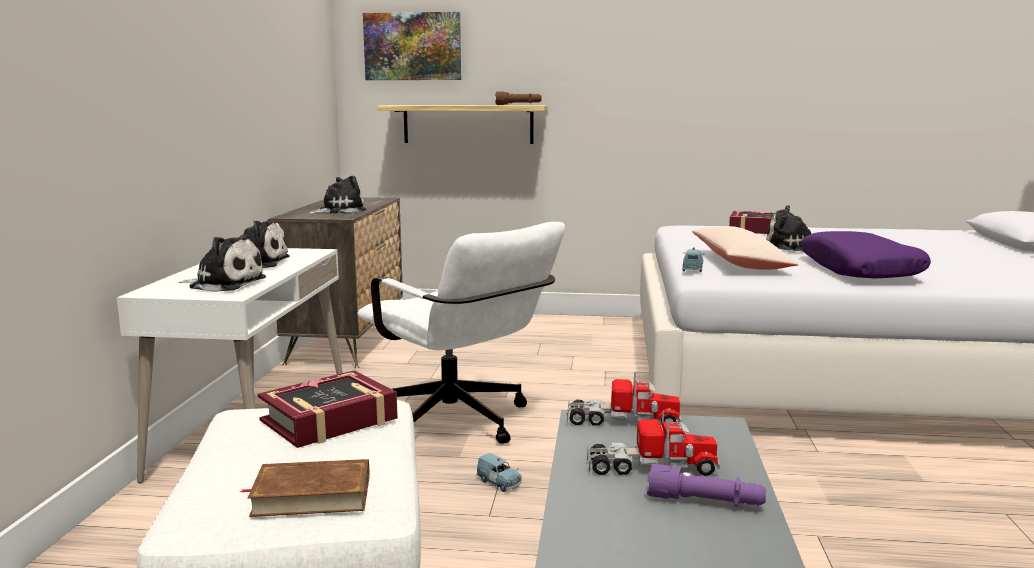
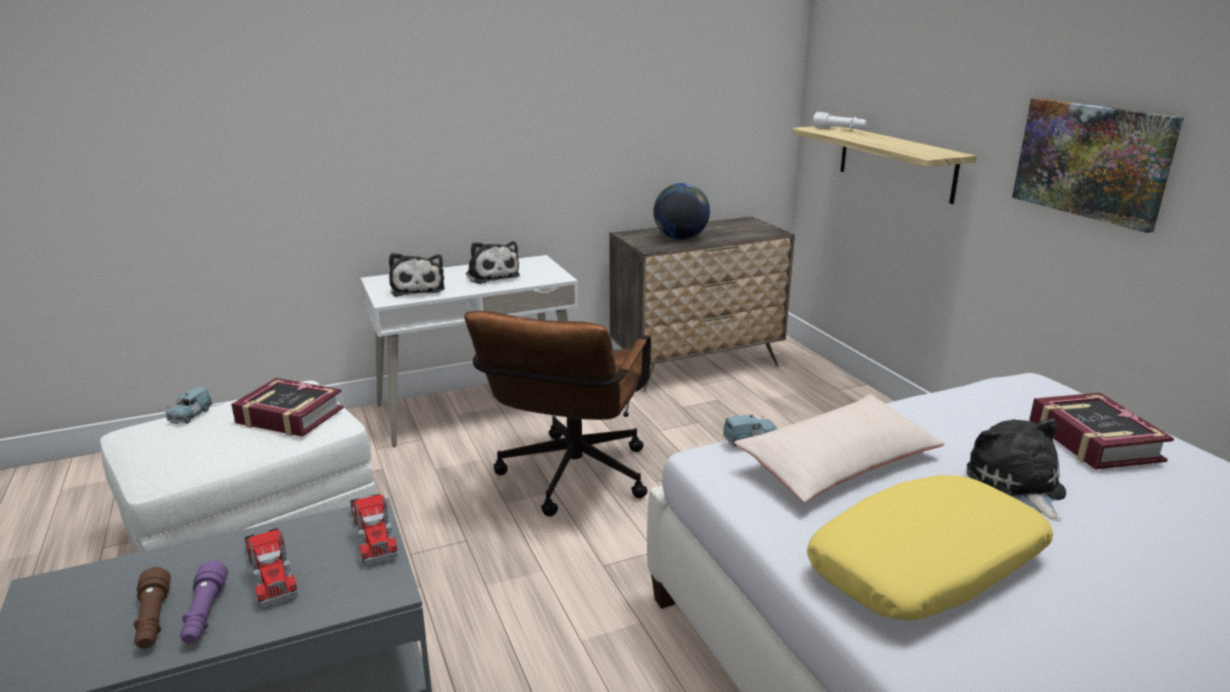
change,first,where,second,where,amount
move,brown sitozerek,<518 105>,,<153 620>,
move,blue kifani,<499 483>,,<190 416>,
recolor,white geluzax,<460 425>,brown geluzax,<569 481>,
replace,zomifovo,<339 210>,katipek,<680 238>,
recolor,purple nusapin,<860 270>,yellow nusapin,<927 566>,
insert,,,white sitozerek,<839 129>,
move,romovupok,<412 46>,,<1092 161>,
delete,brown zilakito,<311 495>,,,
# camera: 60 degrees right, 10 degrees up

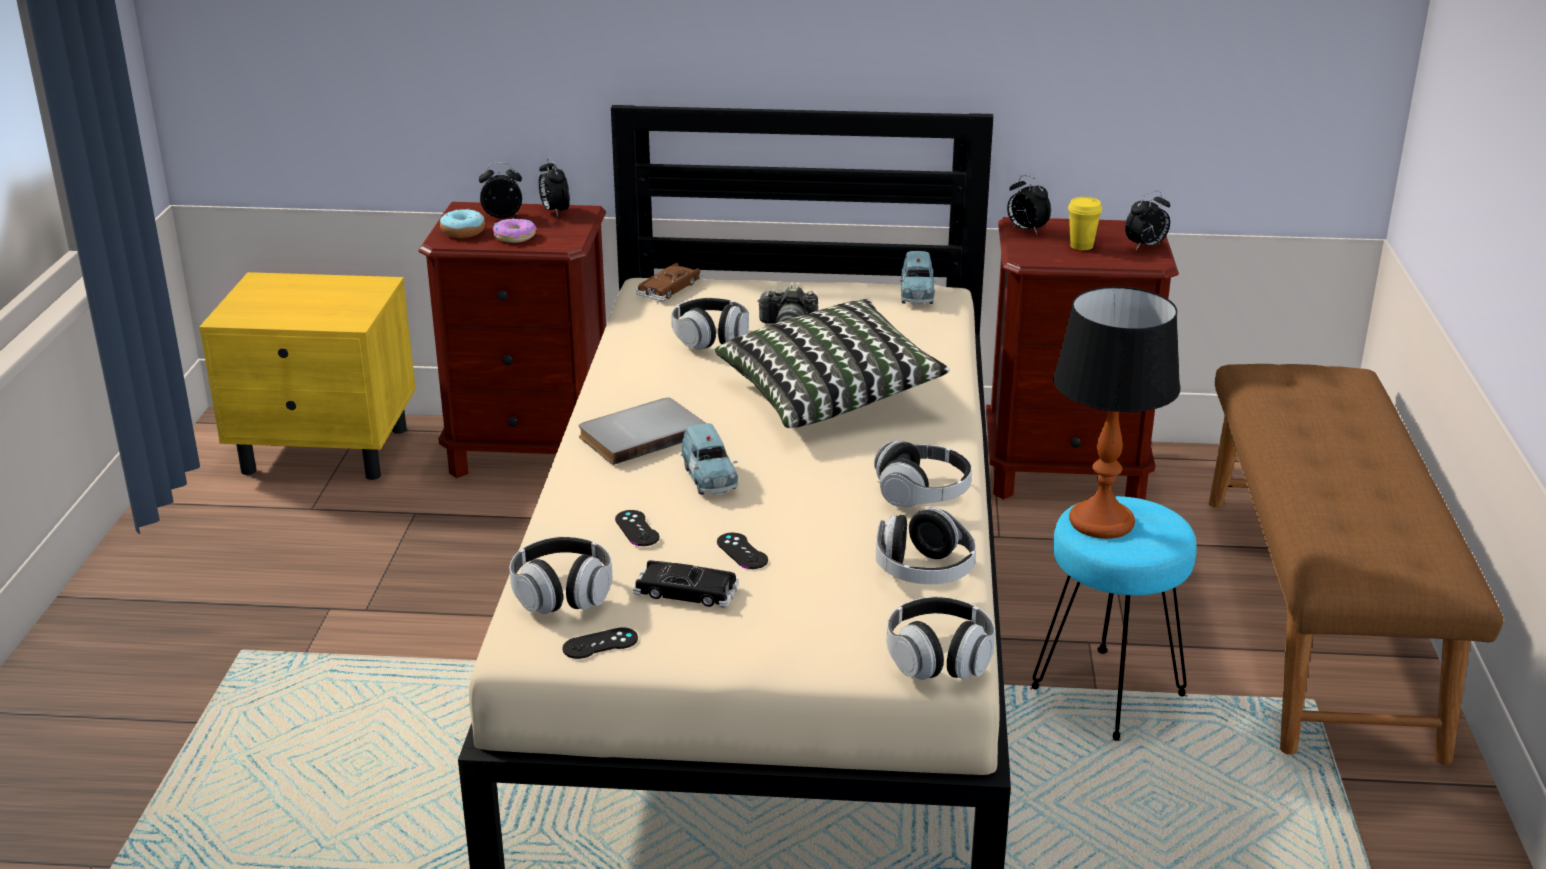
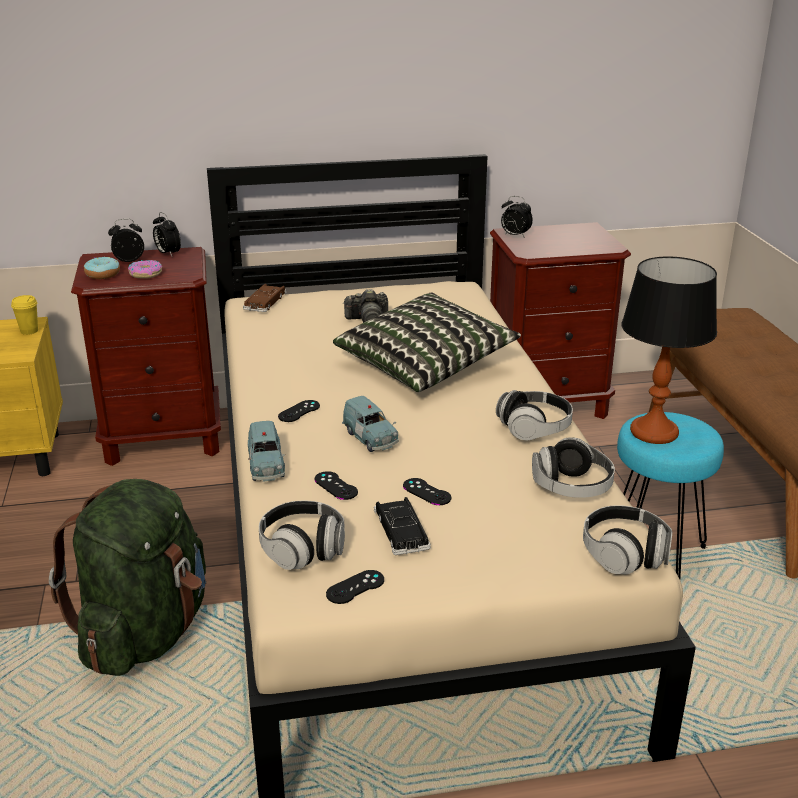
change,first,where,second,where,amount
move,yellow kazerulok,<1081 246>,,<29 331>,
insert,,,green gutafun,<145 633>,
move,blue kifani,<916 294>,,<266 466>,
replace,grey zilakito,<640 434>,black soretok,<299 411>,
rotate,black kifani,<686 592>,,<401 531>,75 degrees clockwise
delete,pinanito,<710 338>,,,
delete,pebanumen,<1145 247>,,,
# camera: 15 degrees left, 0 degrees up

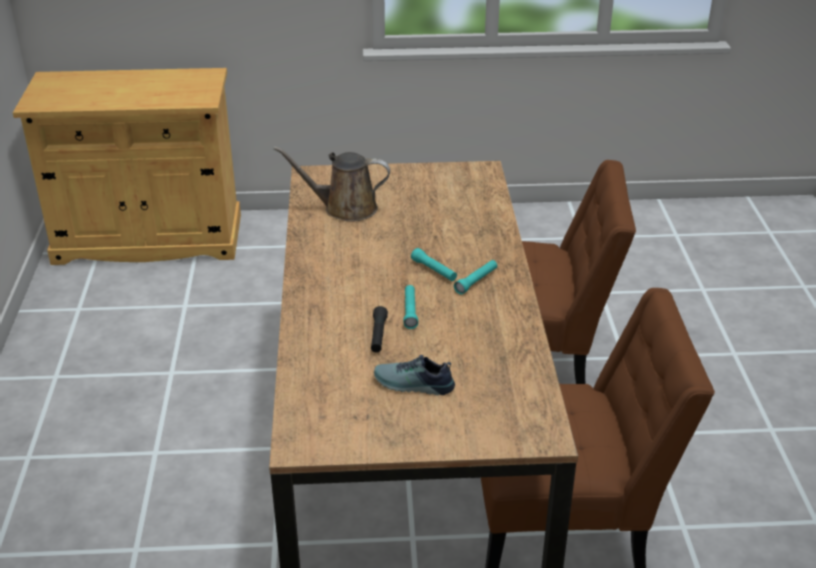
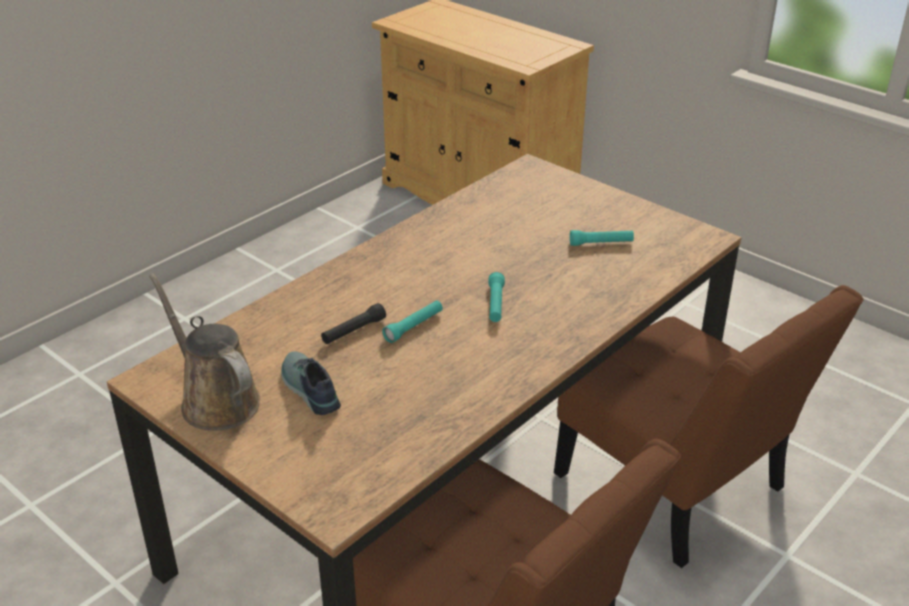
change,first,where,second,where,amount
move,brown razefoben,<345 208>,,<215 400>,
move,turquoise sitozerek,<476 281>,,<601 243>,
# camera: 45 degrees right, 0 degrees up

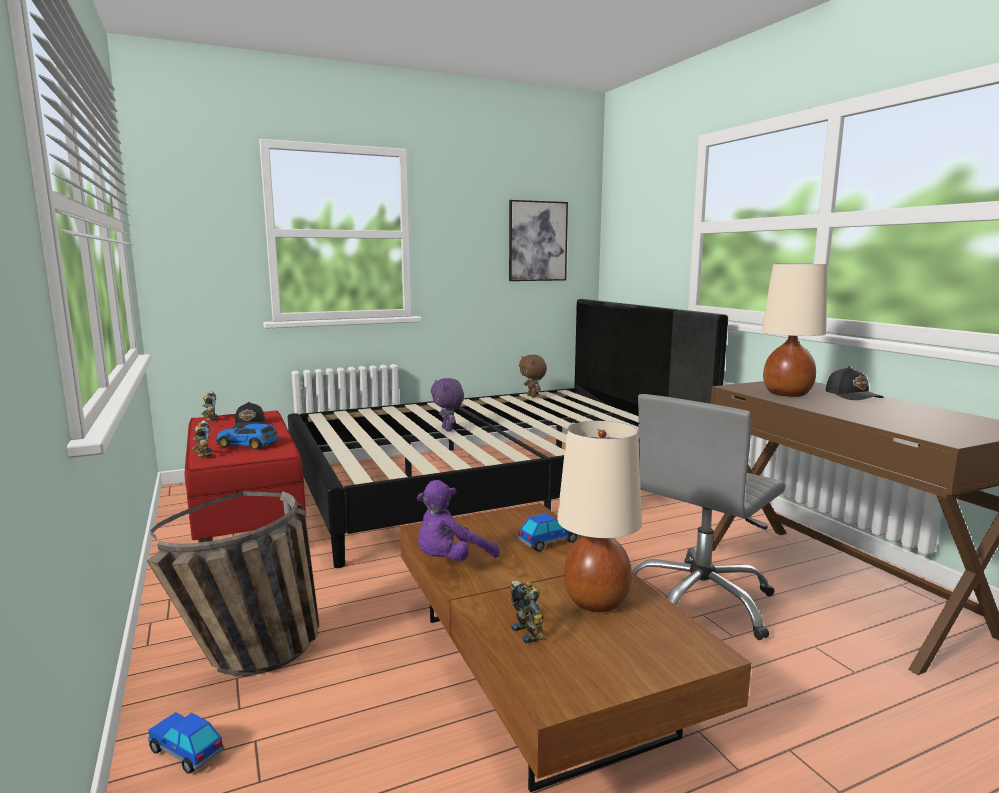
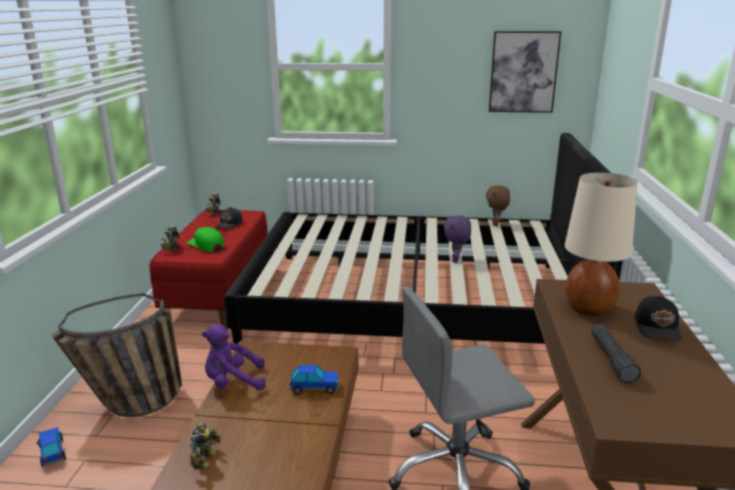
change,first,where,second,where,amount
replace,kifani,<248 444>,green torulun,<206 245>,
move,purple zomifovo,<448 429>,,<456 260>,
insert,,,black sitozerek,<611 360>,
delete,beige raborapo,<596 601>,,,
# camera: 30 degrees right, 10 degrees up

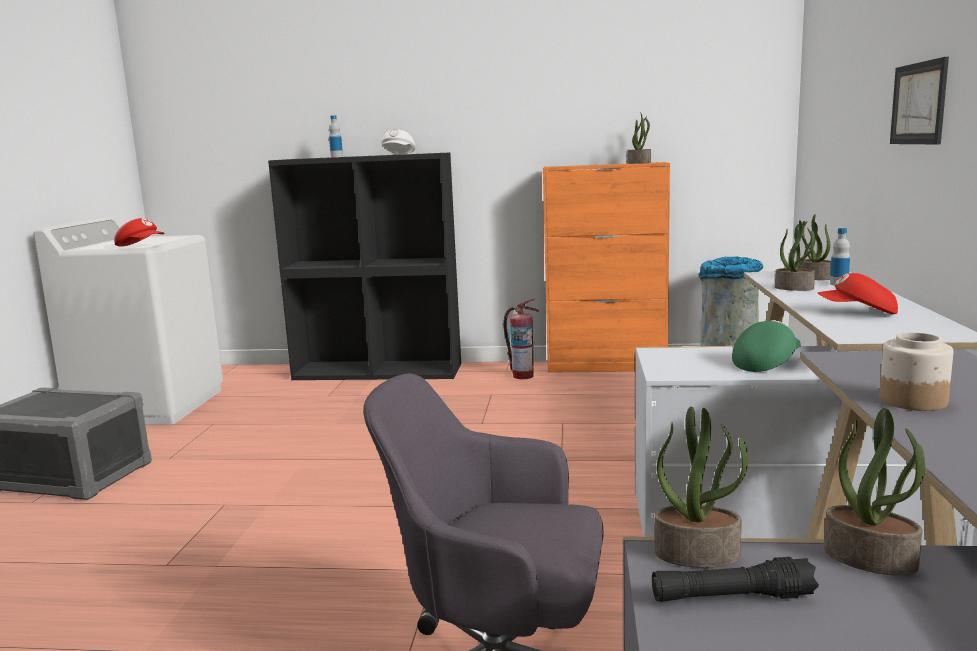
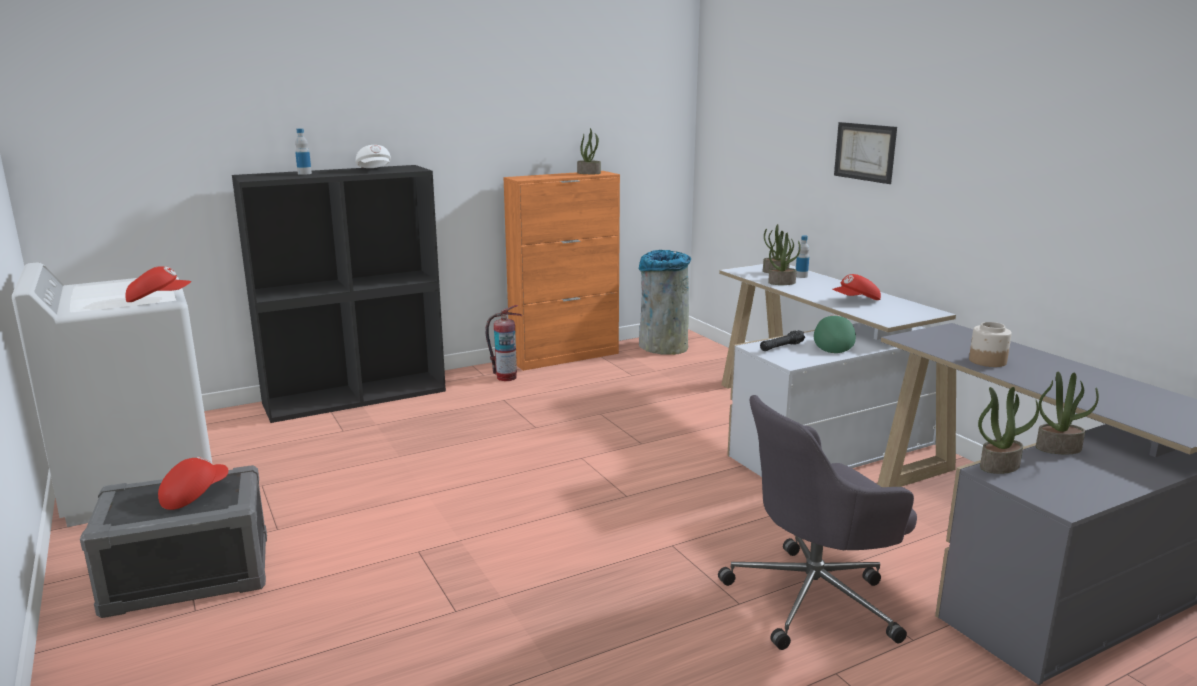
change,first,where,second,where,amount
insert,,,red torulun,<194 495>,
move,black sitozerek,<731 597>,,<781 347>,
# camera: 35 degrees left, 5 degrees up

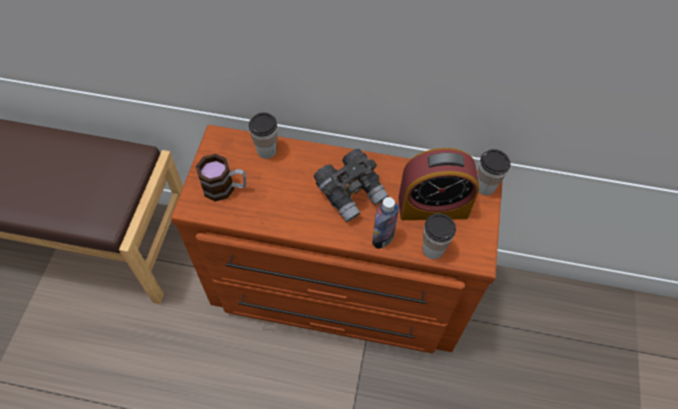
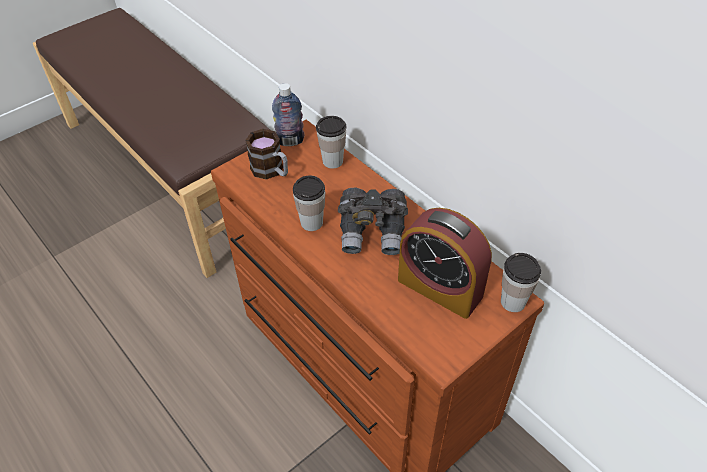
change,first,where,second,where,amount
move,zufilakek,<383 238>,,<290 141>,
move,kazerulok,<433 249>,,<311 223>,
# camera: 40 degrees right, 10 degrees down

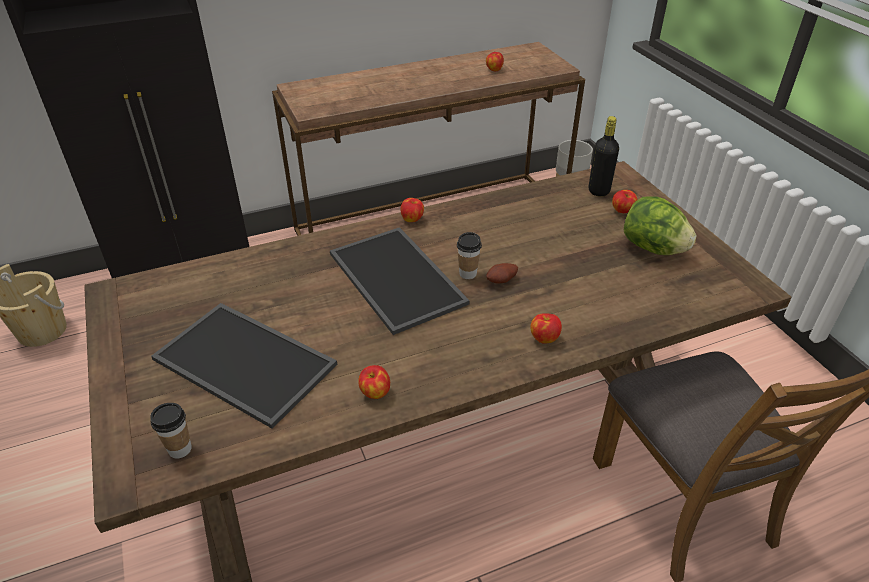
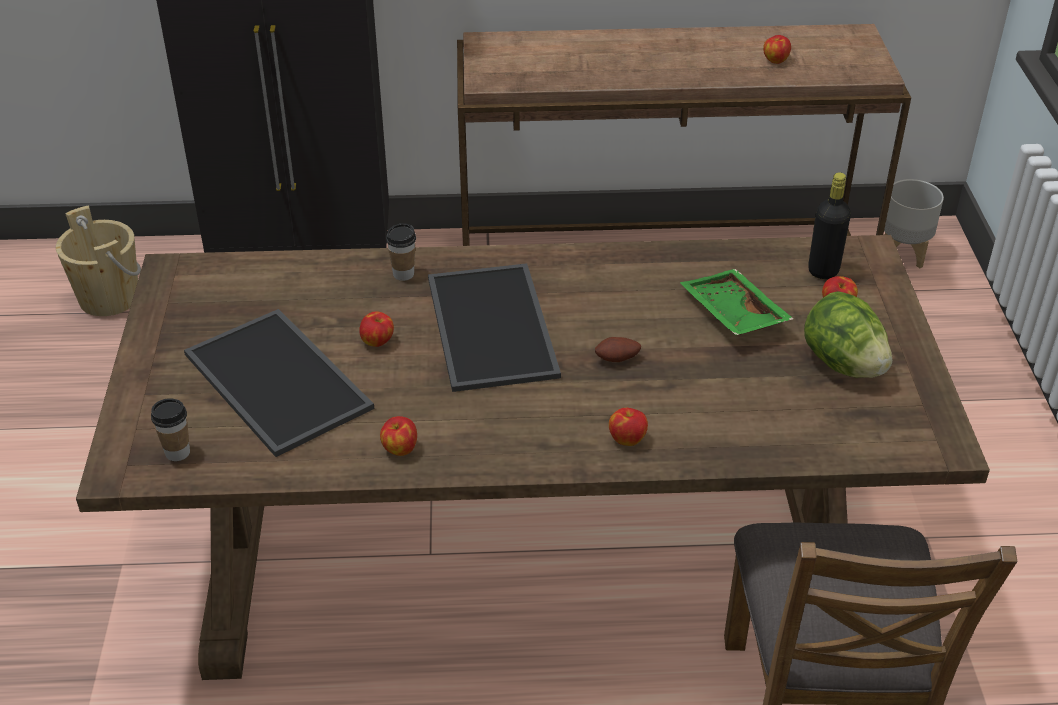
change,first,where,second,where,amount
move,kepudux,<412 219>,,<378 342>,
move,kazerulok,<468 274>,,<403 274>,
insert,,,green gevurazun,<731 314>,
# camera: 20 degrees right, 0 degrees up

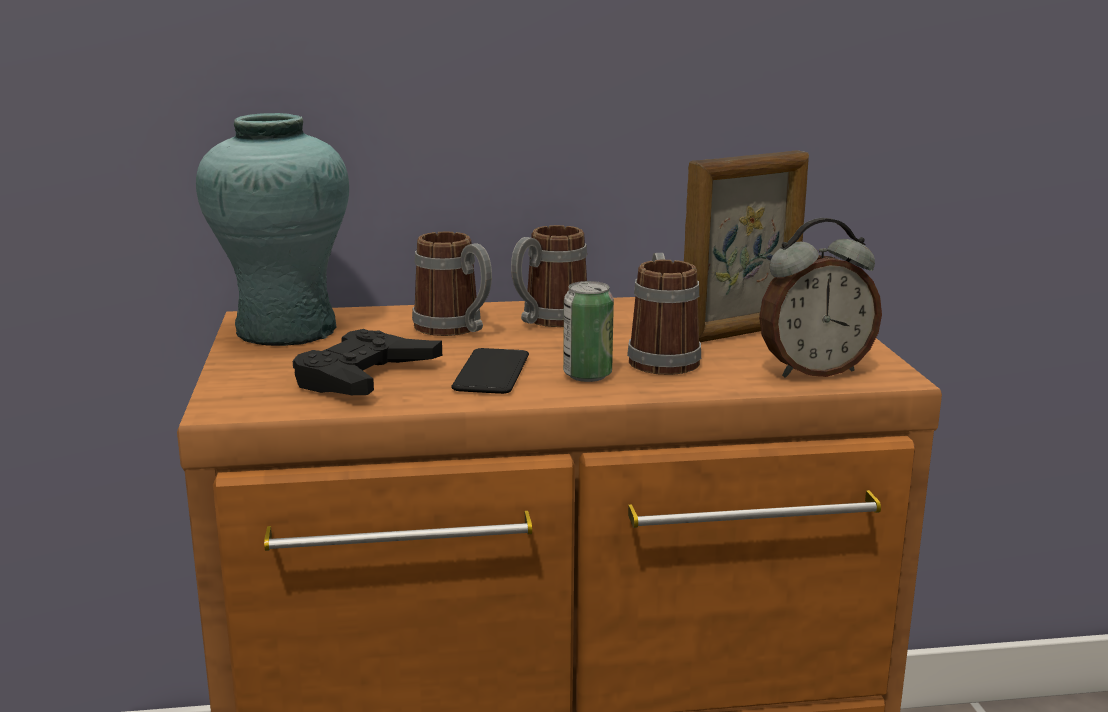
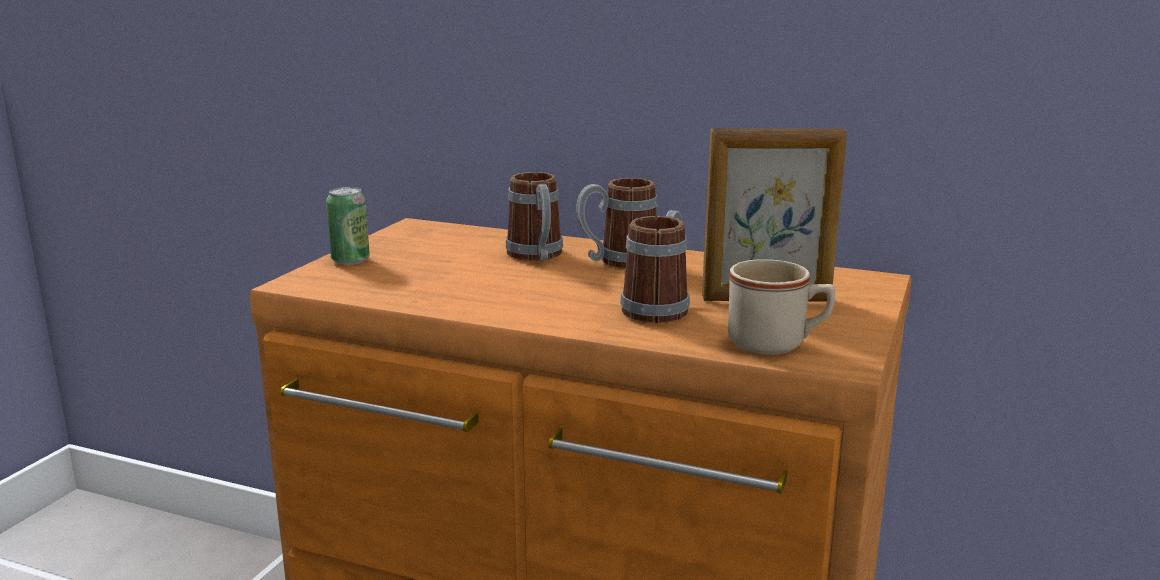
change,first,where,second,where,amount
move,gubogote,<587 375>,,<350 260>,
replace,pebanumen,<814 371>,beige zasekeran,<777 344>,
delete,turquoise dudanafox,<286 330>,,,
delete,black soretok,<364 377>,,,
delete,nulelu,<491 373>,,,
# camera: 30 degrees right, 0 degrees up

